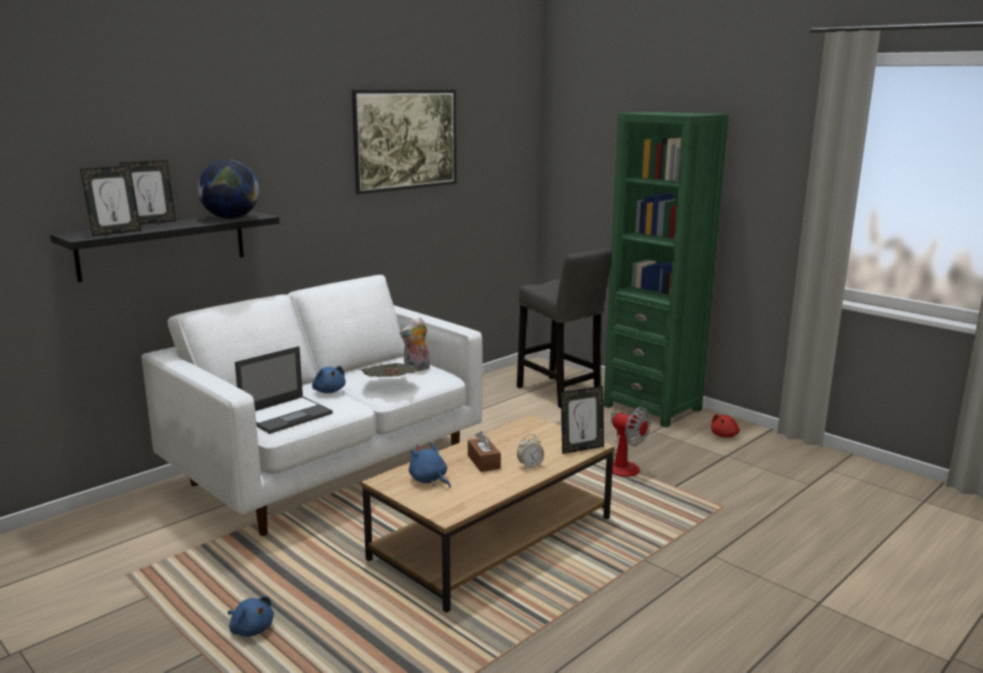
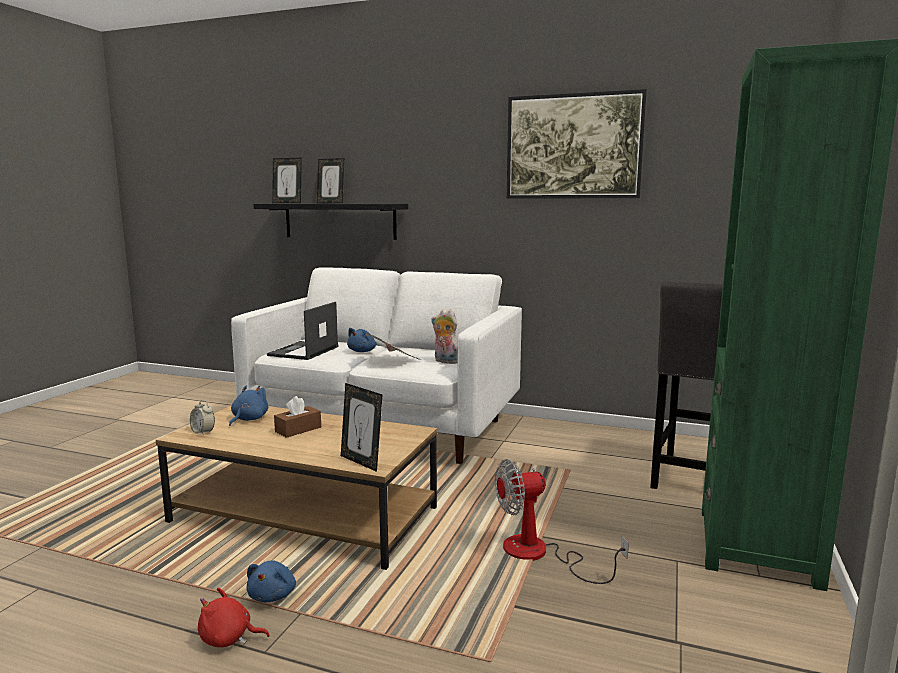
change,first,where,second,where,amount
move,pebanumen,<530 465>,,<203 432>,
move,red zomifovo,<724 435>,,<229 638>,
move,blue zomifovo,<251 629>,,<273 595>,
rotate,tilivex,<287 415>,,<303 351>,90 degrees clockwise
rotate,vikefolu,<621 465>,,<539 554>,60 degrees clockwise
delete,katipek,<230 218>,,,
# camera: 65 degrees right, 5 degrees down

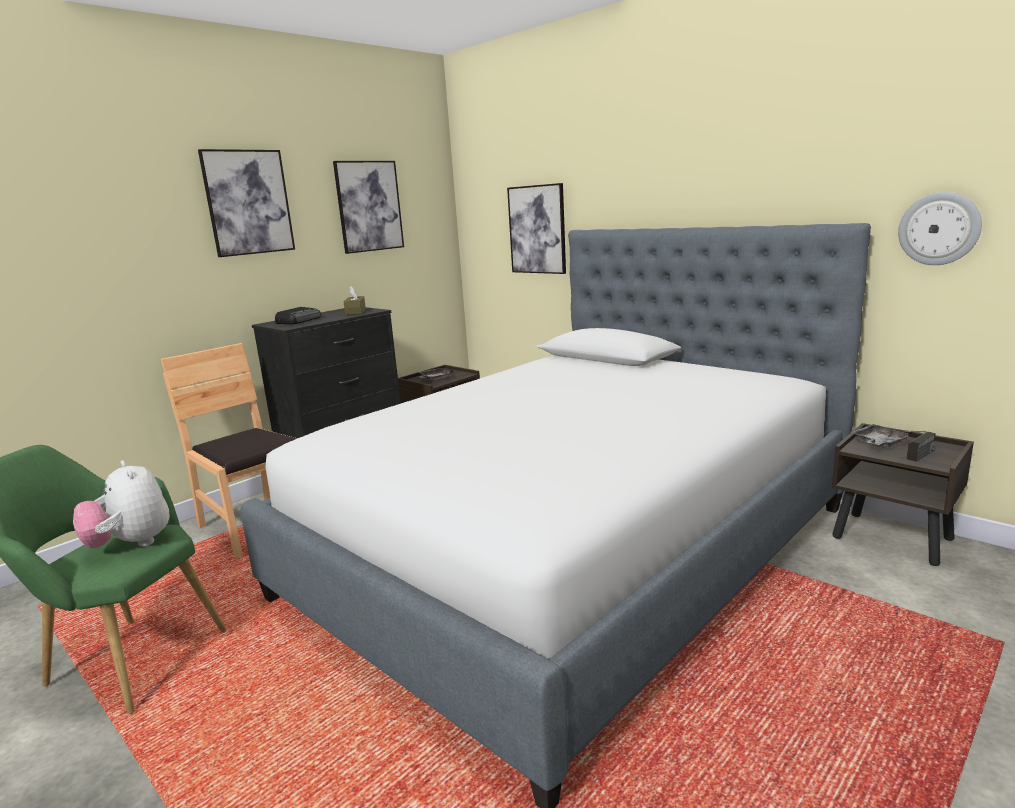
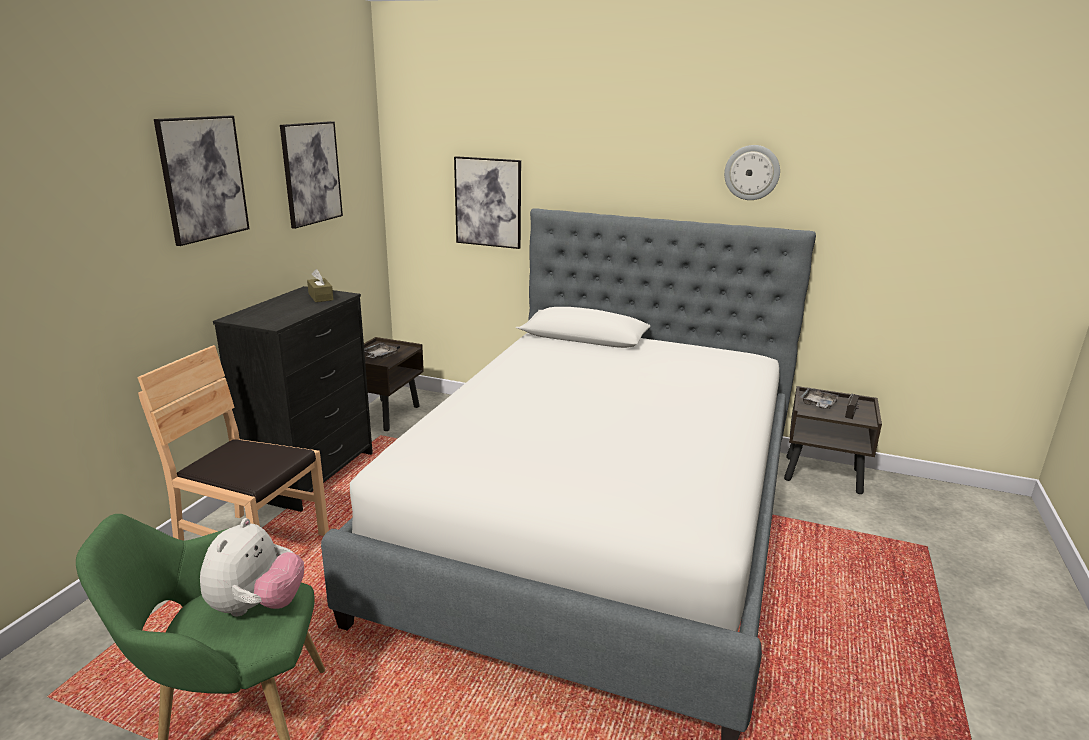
change,first,where,second,where,amount
rotate,zomifovo,<131 544>,,<257 606>,105 degrees counterclockwise
move,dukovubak,<939 229>,,<752 172>,
delete,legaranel,<299 320>,,,
# camera: 25 degrees left, 5 degrees up

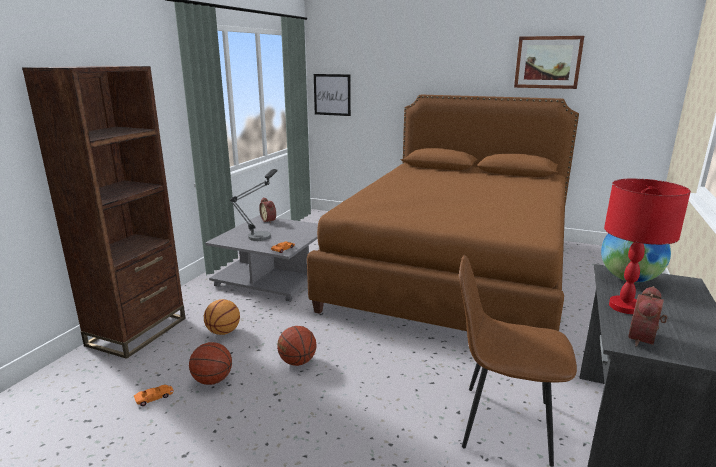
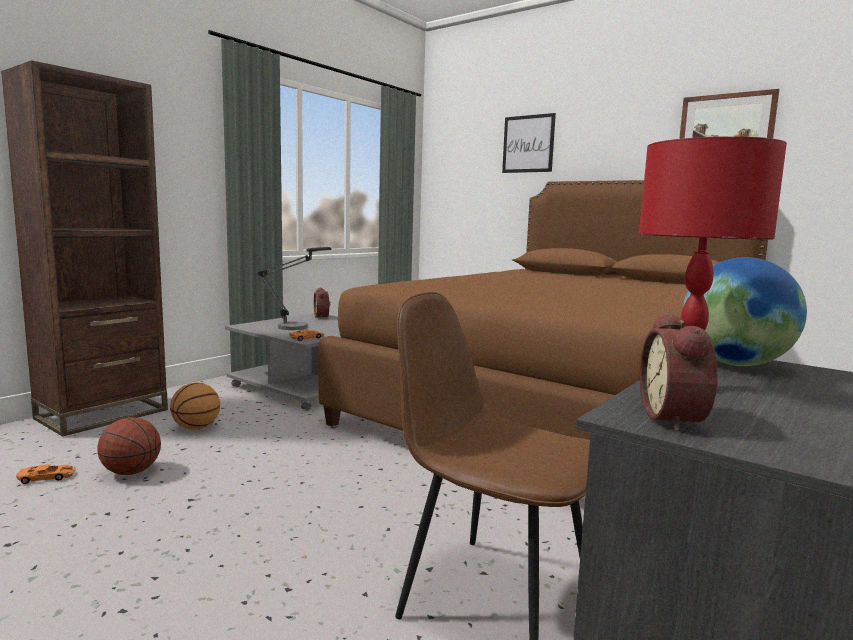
change,first,where,second,where,amount
move,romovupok,<332 94>,,<528 144>,
rotate,pebanumen,<644 339>,,<677 419>,45 degrees counterclockwise
delete,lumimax,<297 362>,,,
# camera: 15 degrees right, 10 degrees down

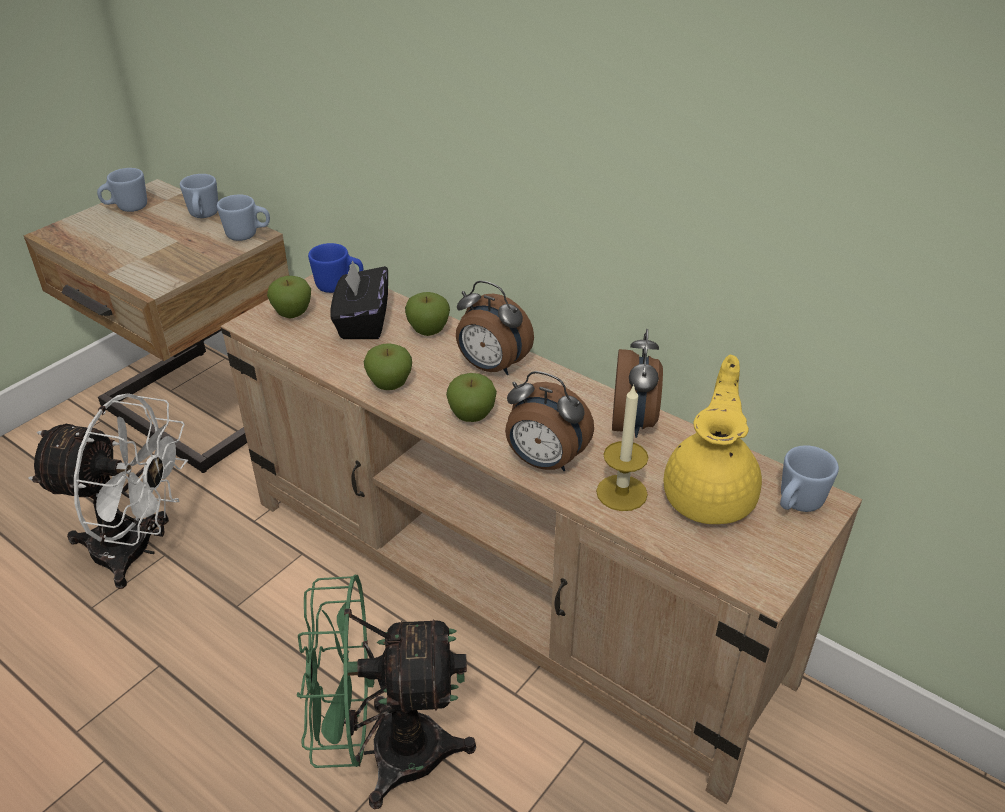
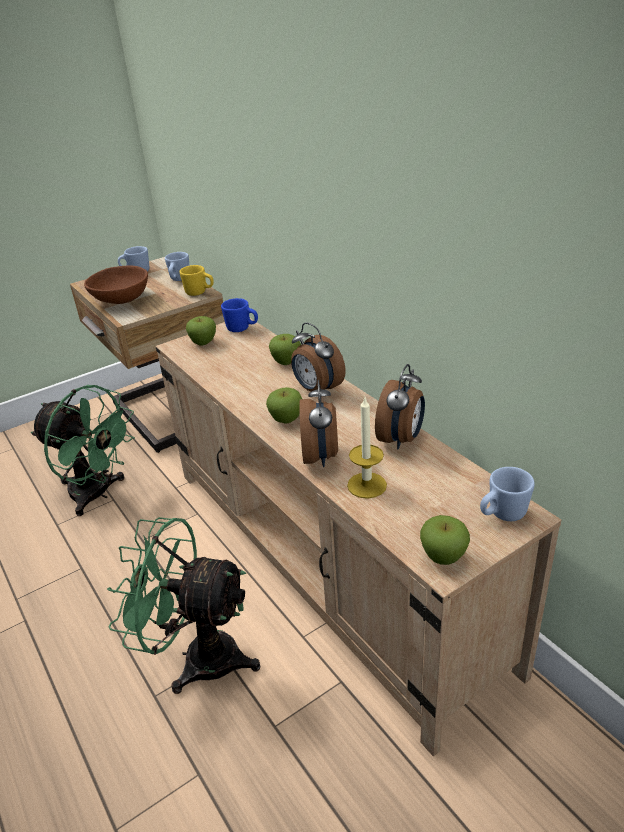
change,first,where,second,where,amount
recolor,white vikefolu,<137 551>,green vikefolu,<98 494>,
insert,,,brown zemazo,<120 300>,
recolor,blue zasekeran,<248 235>,yellow zasekeran,<199 293>,
rotate,pebanumen,<544 462>,,<321 456>,135 degrees counterclockwise
move,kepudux,<390 385>,,<443 557>,
delete,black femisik,<362 322>,,,
delete,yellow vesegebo,<710 495>,,,
# camera: 20 degrees right, 5 degrees down

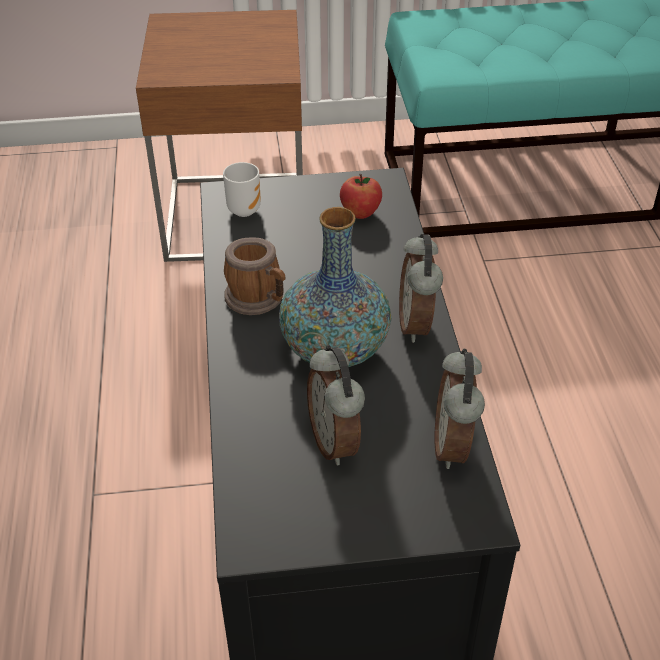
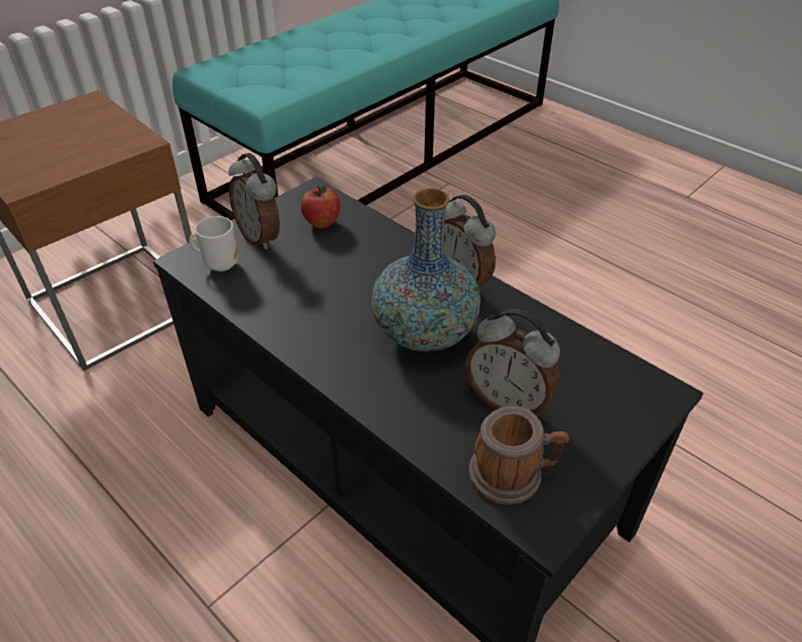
change,first,where,second,where,amount
move,pebanumen,<454 446>,,<261 237>,
move,zasekeran,<259 299>,,<513 474>,
# camera: 40 degrees left, 0 degrees up

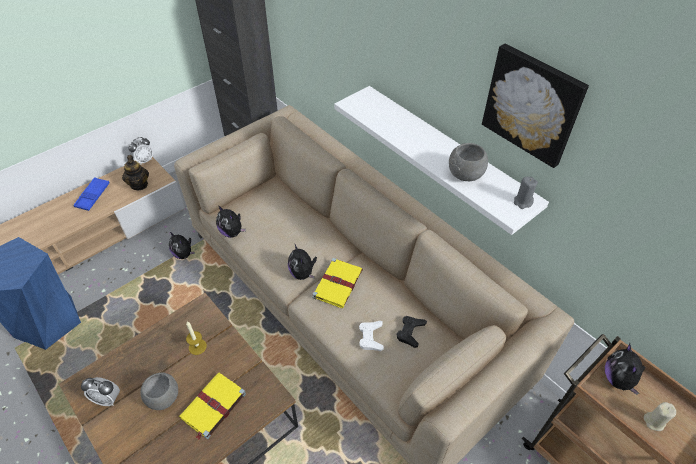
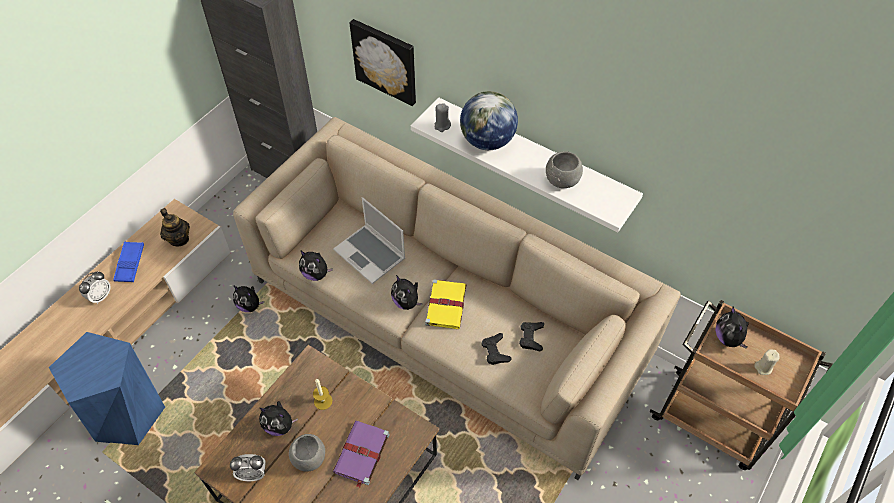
change,first,where,second,where,amount
move,pebanumen,<144 160>,,<100 296>,
insert,,,zomifovo,<279 425>,
insert,,,tilivex,<371 255>,
recolor,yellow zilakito,<212 406>,purple zilakito,<361 454>,
move,romovupok,<533 104>,,<385 61>,
move,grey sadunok,<522 202>,,<442 126>,
insert,,,katipek,<487 141>,
recolor,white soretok,<371 337>,black soretok,<495 351>,
# camera: 15 degrees left, 5 degrees up

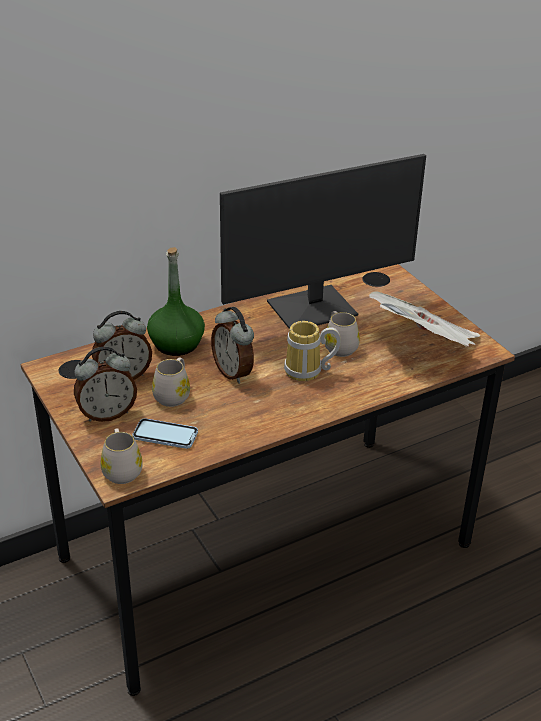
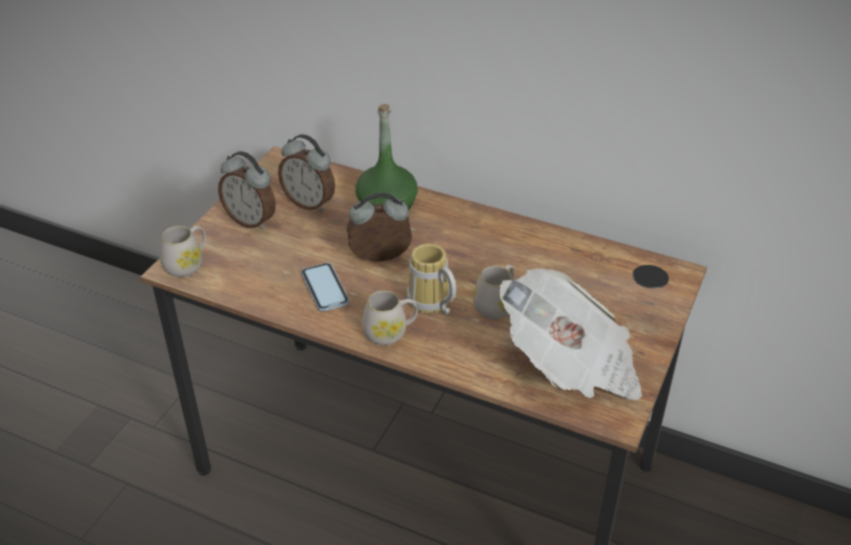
change,first,where,second,where,amount
move,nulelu,<165 435>,,<325 288>,
rotate,pebanumen,<234 372>,,<380 259>,60 degrees clockwise
move,white zasekeran,<173 395>,,<390 332>,
delete,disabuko,<313 309>,,,
# camera: 55 degrees right, 5 degrees up

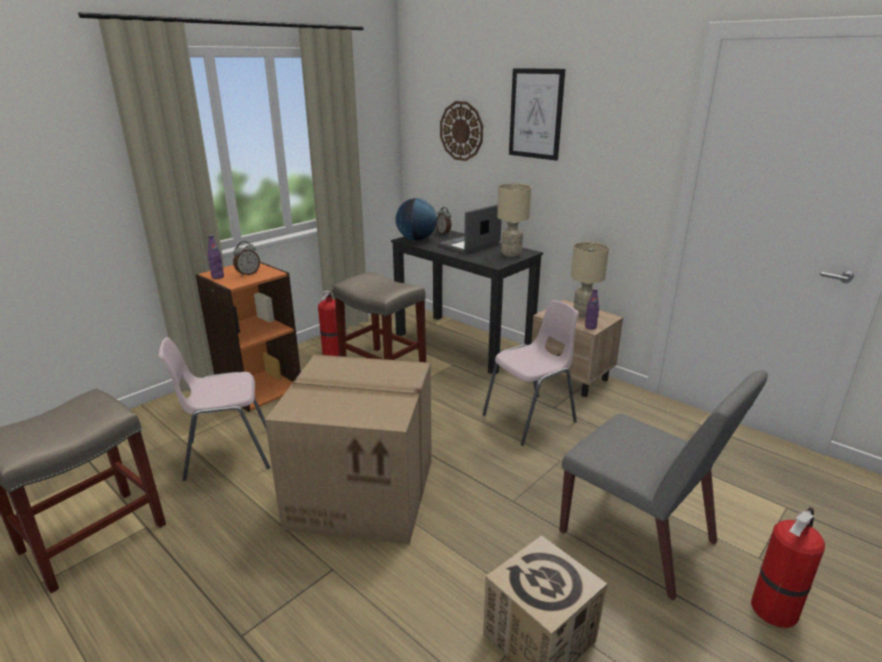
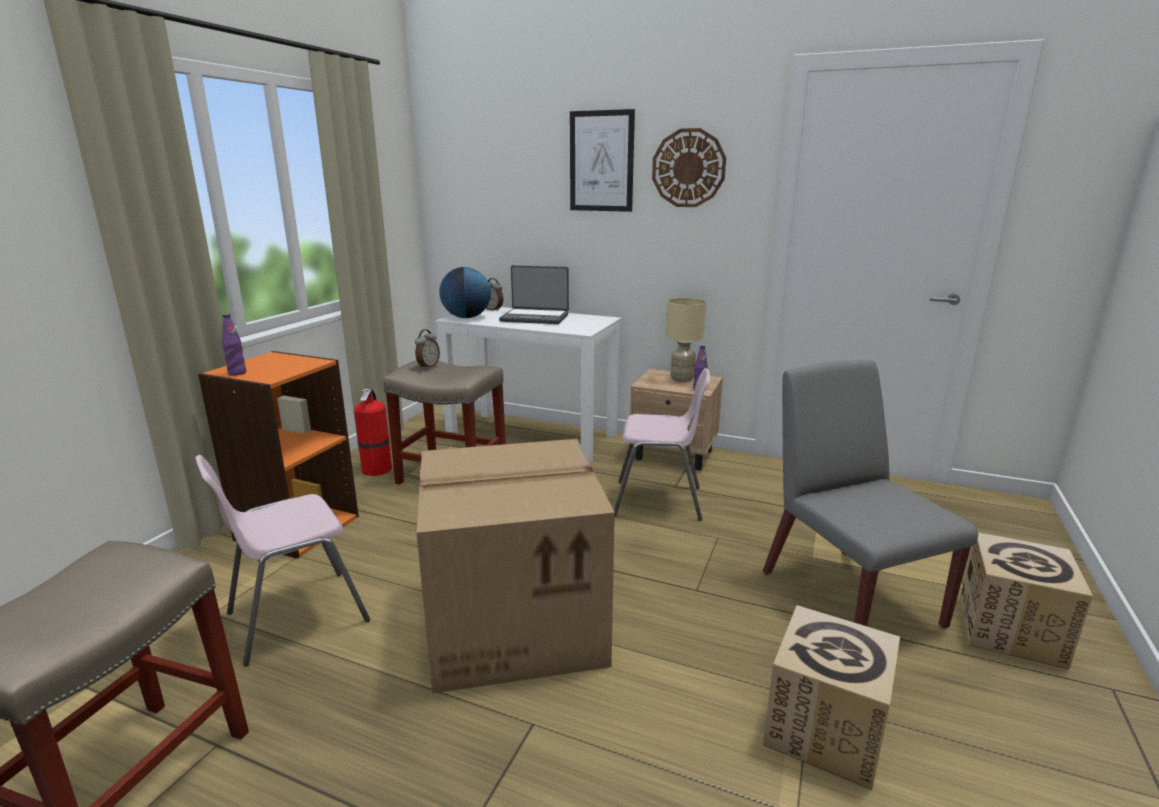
change,first,where,second,where,amount
move,pebanumen,<248 274>,,<428 366>,
recolor,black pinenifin,<463 342>,white pinenifin,<533 437>,
rotate,tilivex,<470 245>,,<535 317>,105 degrees counterclockwise
rotate,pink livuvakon,<531 419>,,<659 501>,60 degrees clockwise
move,dukovubak,<461 131>,,<688 168>,
rotate,grey livuvakon,<639 538>,,<847 597>,135 degrees counterclockwise
replace,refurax,<775 607>,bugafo,<1010 630>,
delete,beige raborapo,<511 254>,,,
# camera: 20 degrees left, 5 degrees down

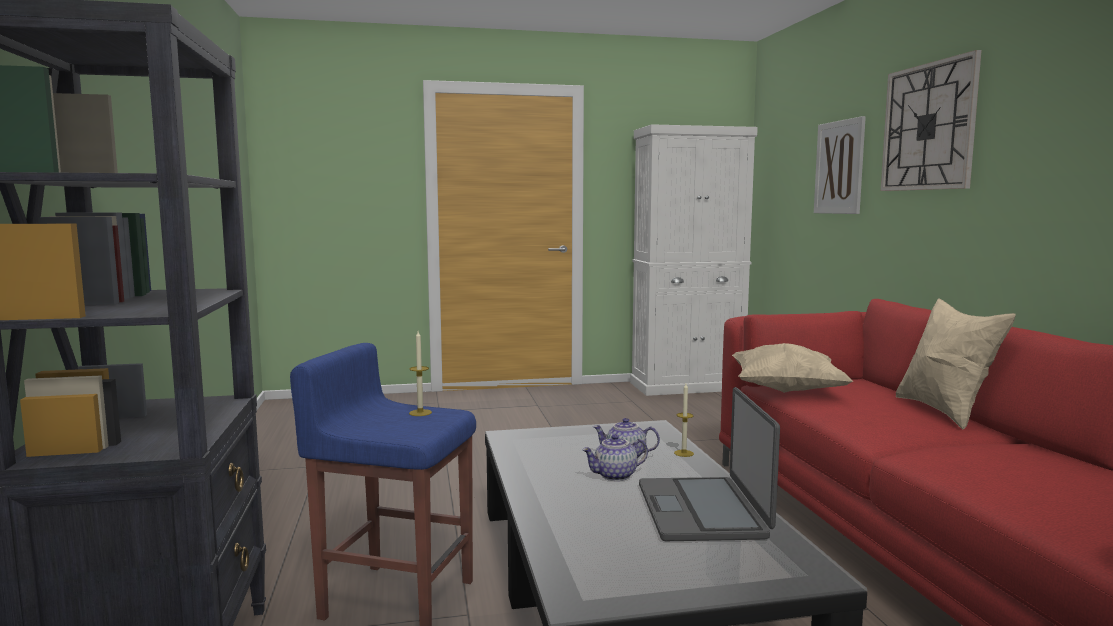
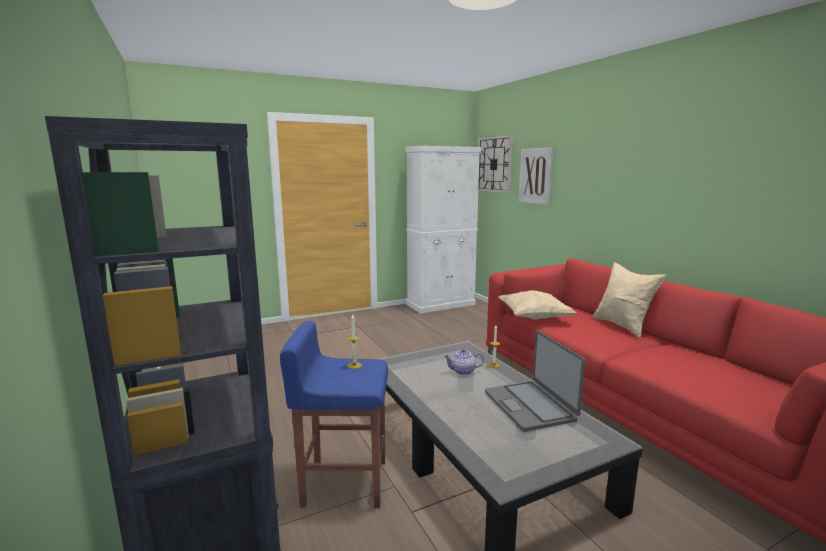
change,first,where,second,where,amount
move,dukovubak,<928 127>,,<494 164>,
delete,vesegebo,<615 476>,,,
# camera: 15 degrees left, 5 degrees up

